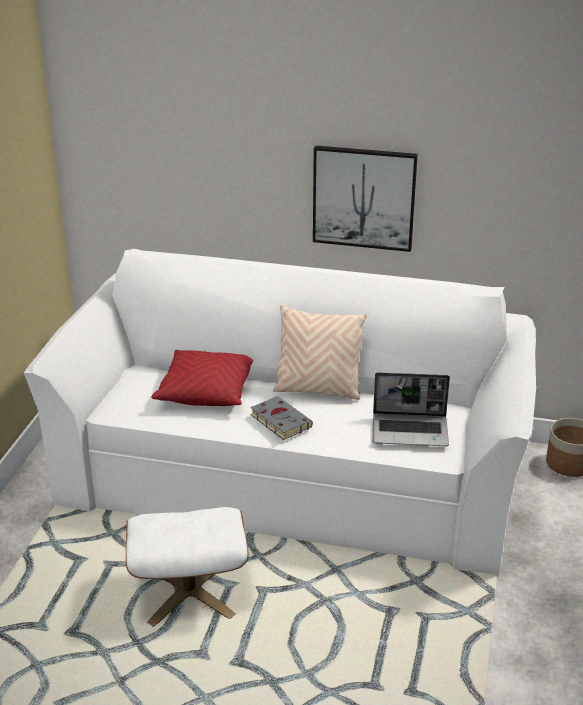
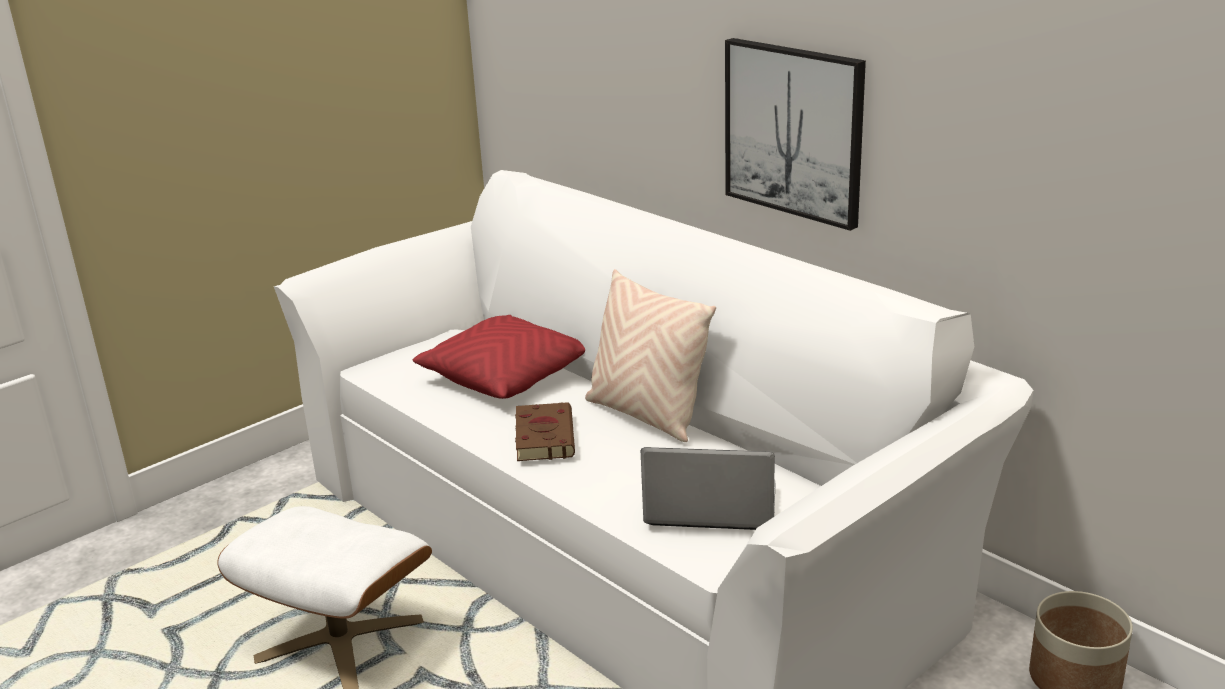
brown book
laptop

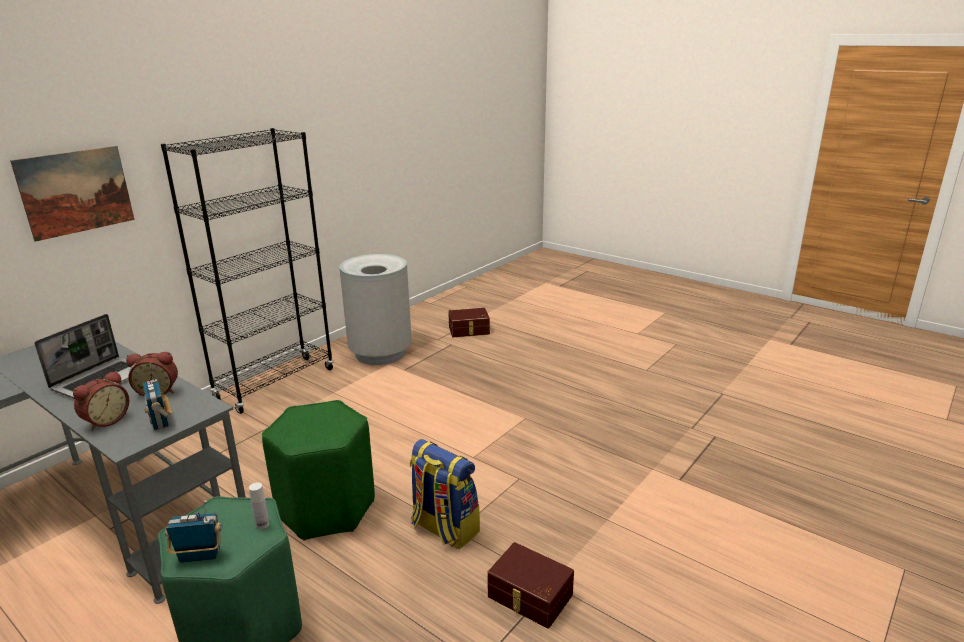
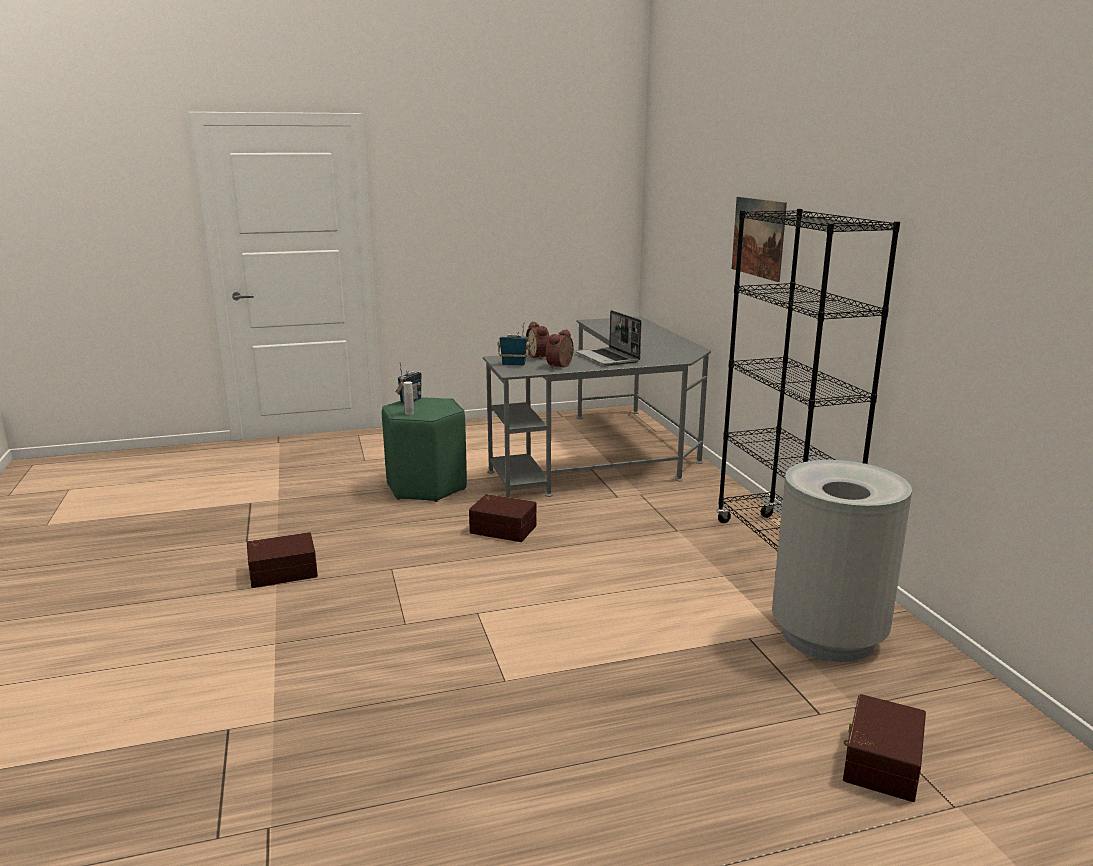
brown storage box (2nd from left)
backpack

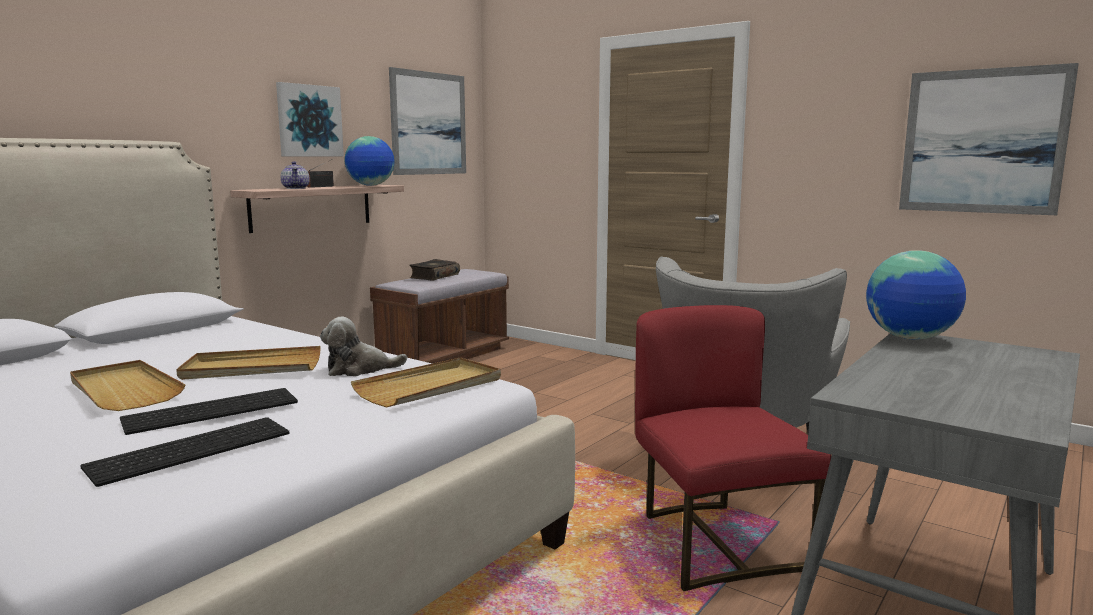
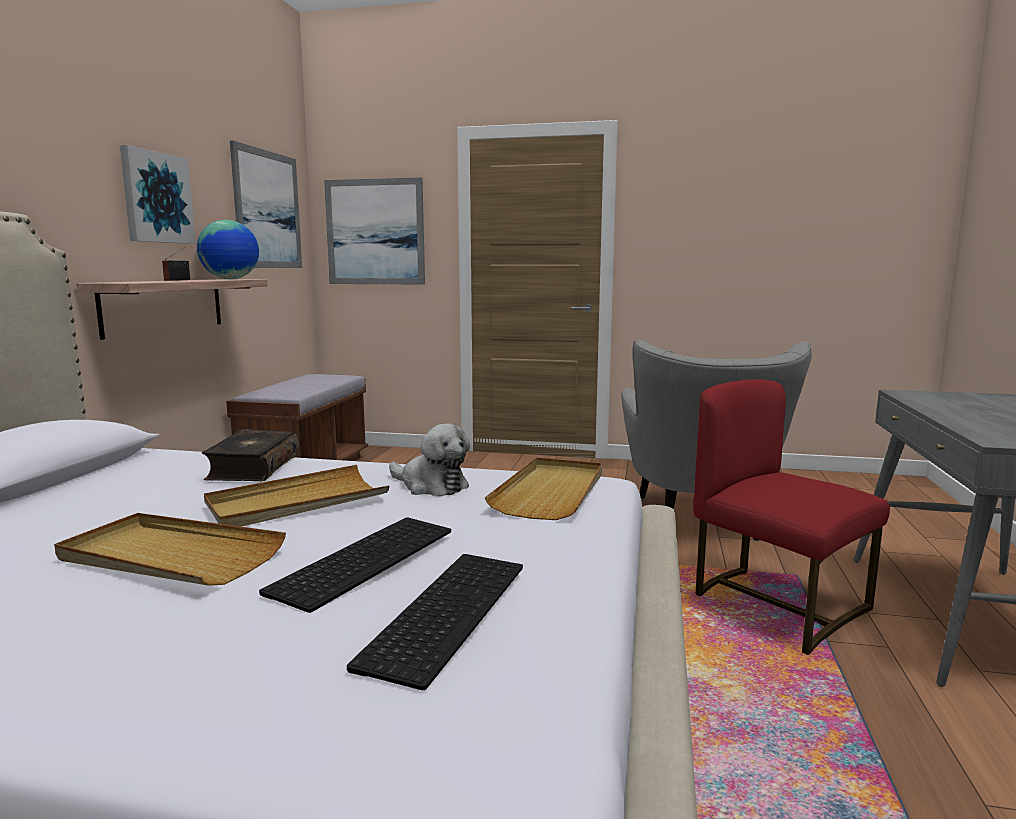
teapot
plush toy
book
globe (2nd from left in the first image)
picture (3rd from left)

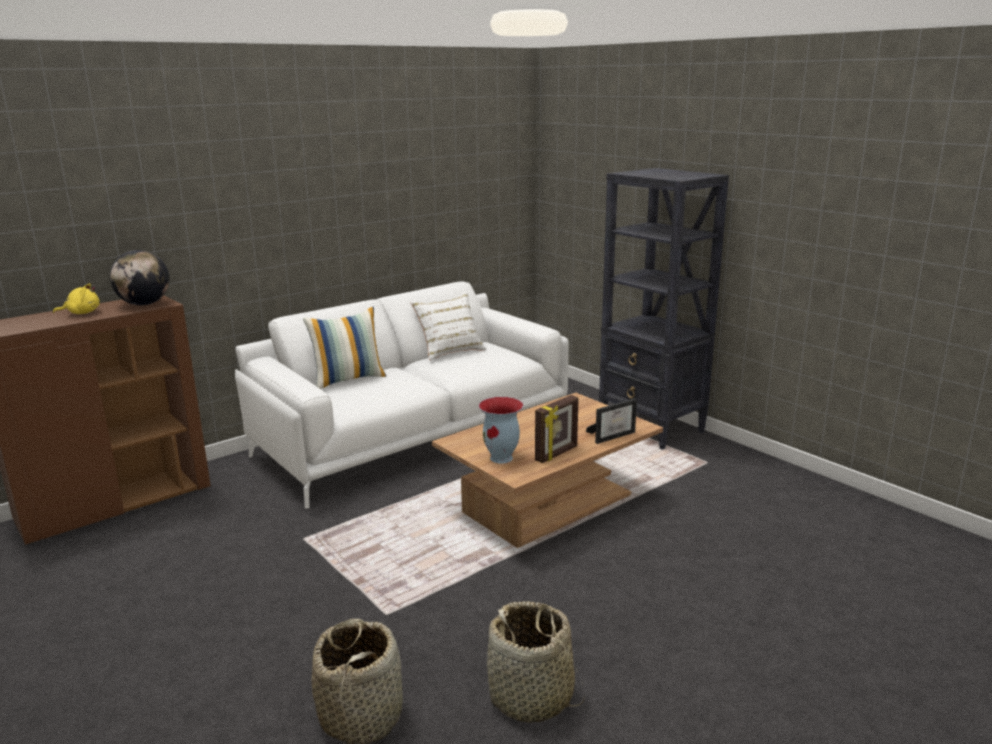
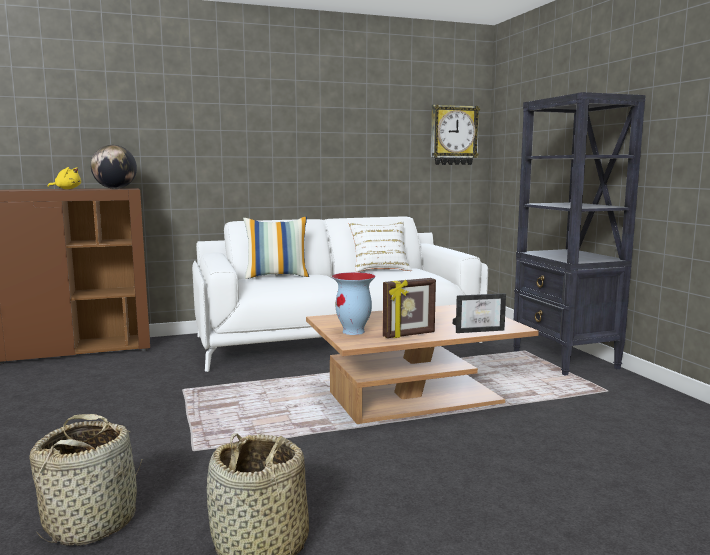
wall clock

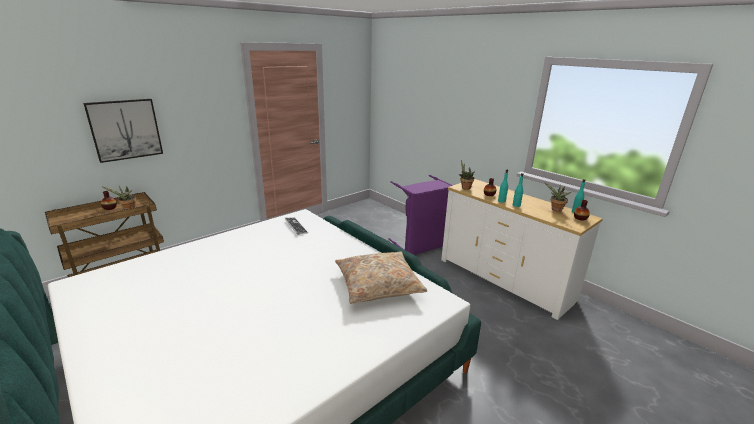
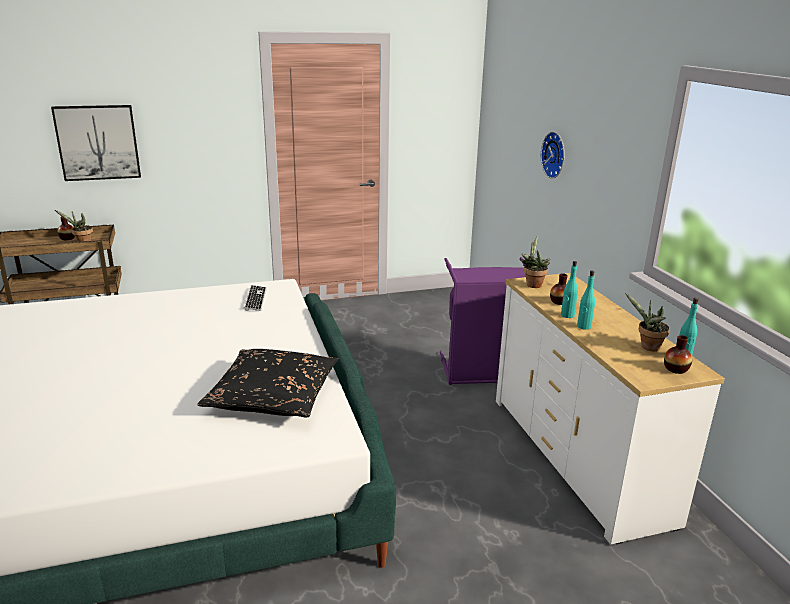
black pillow
wall clock

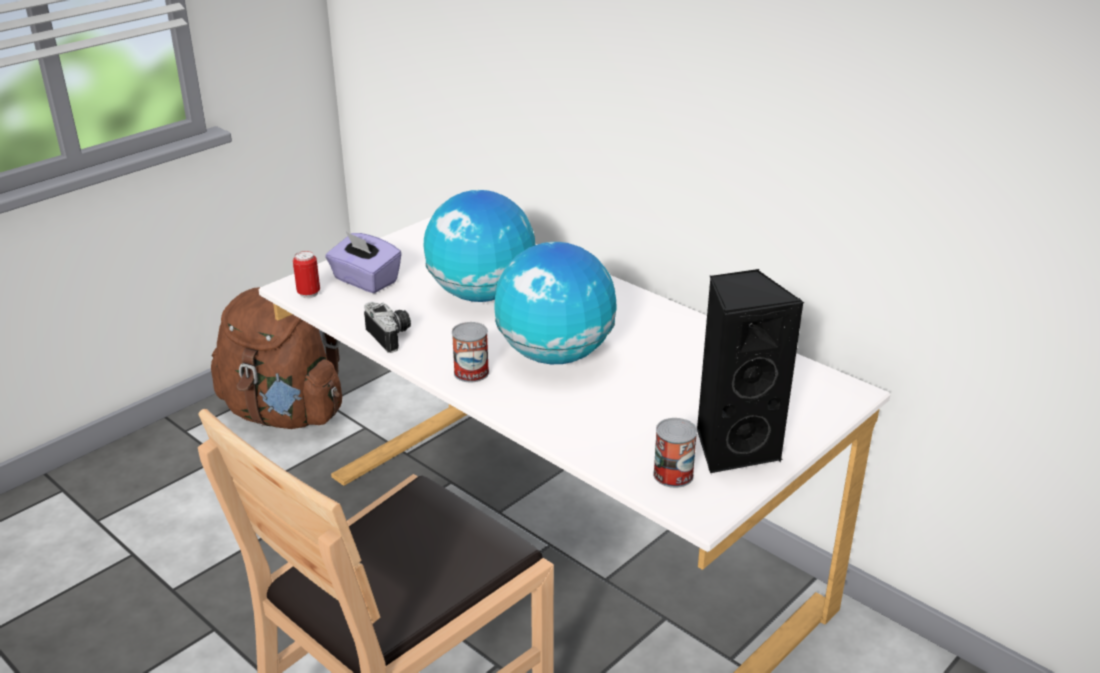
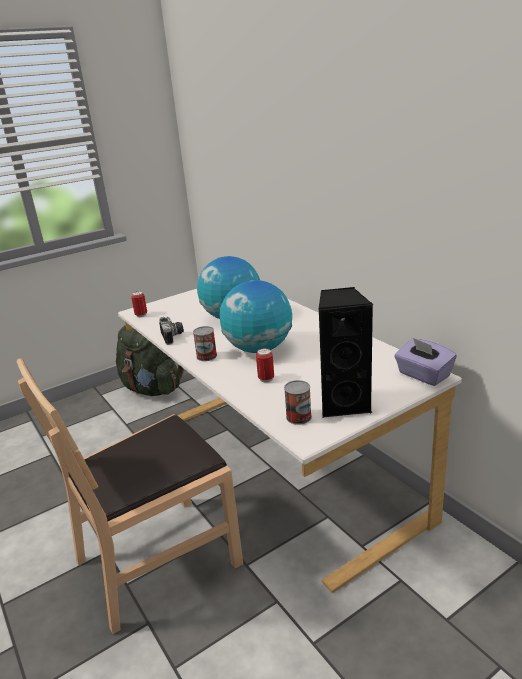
green backpack
purple tissue box
can (3rd from left)

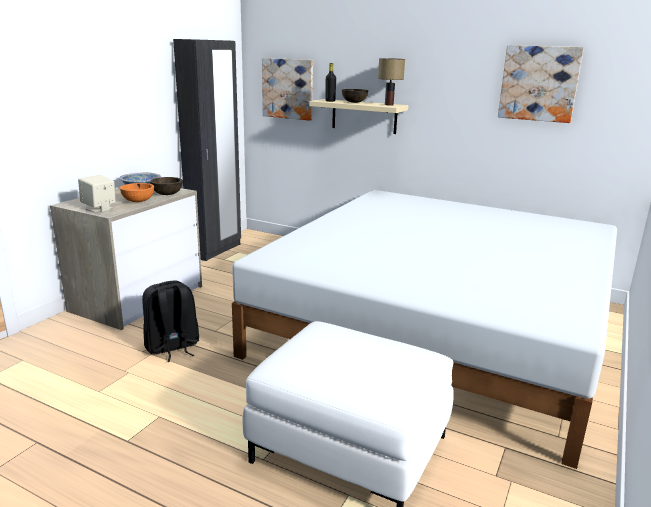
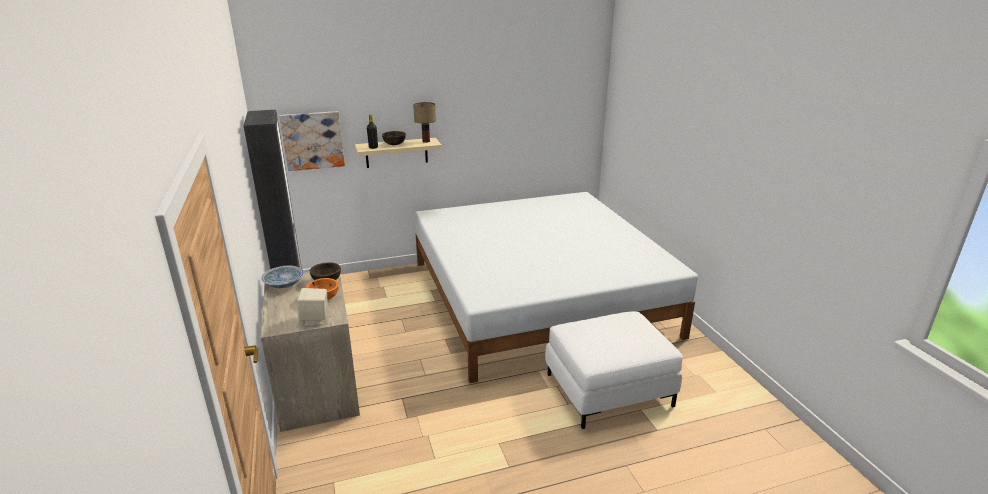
black backpack
picture (2nd from left in the first image)

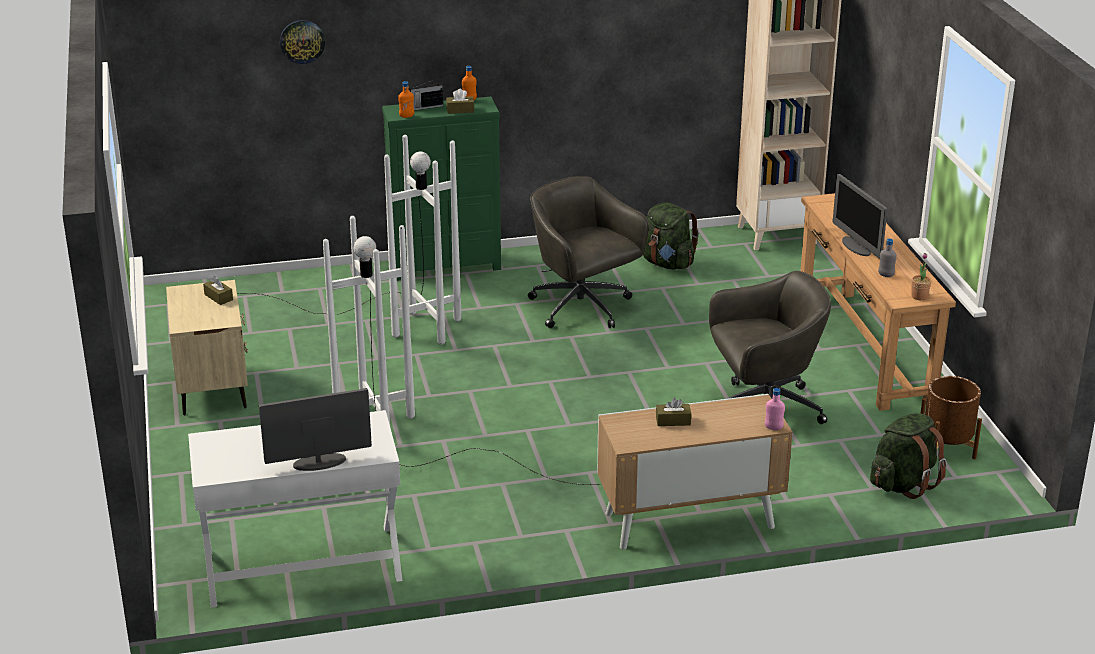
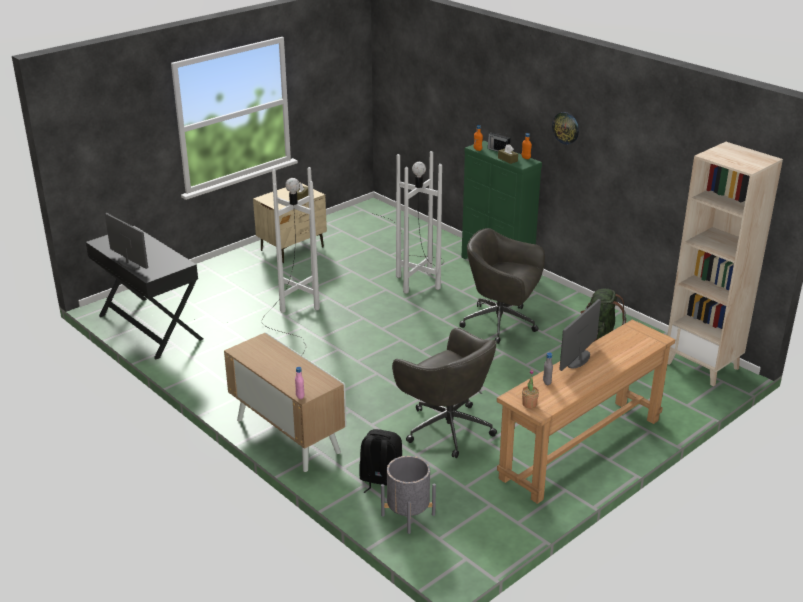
black desk
wall clock
grey office chair (2nd from left)
brown tissue box (3rd from left in the first image)
grey planter
brown planter
black backpack

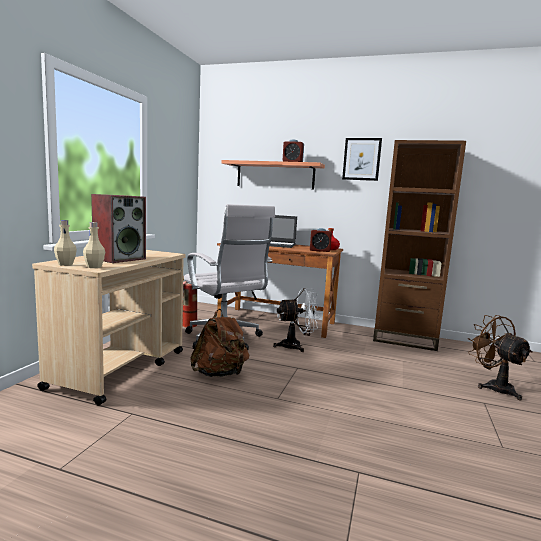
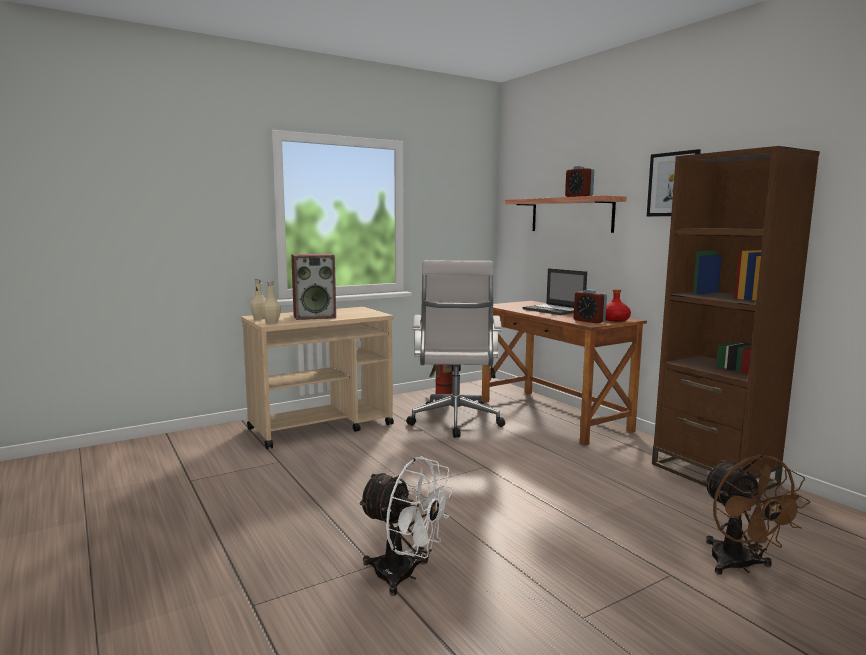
brown backpack
white fan
brown fan

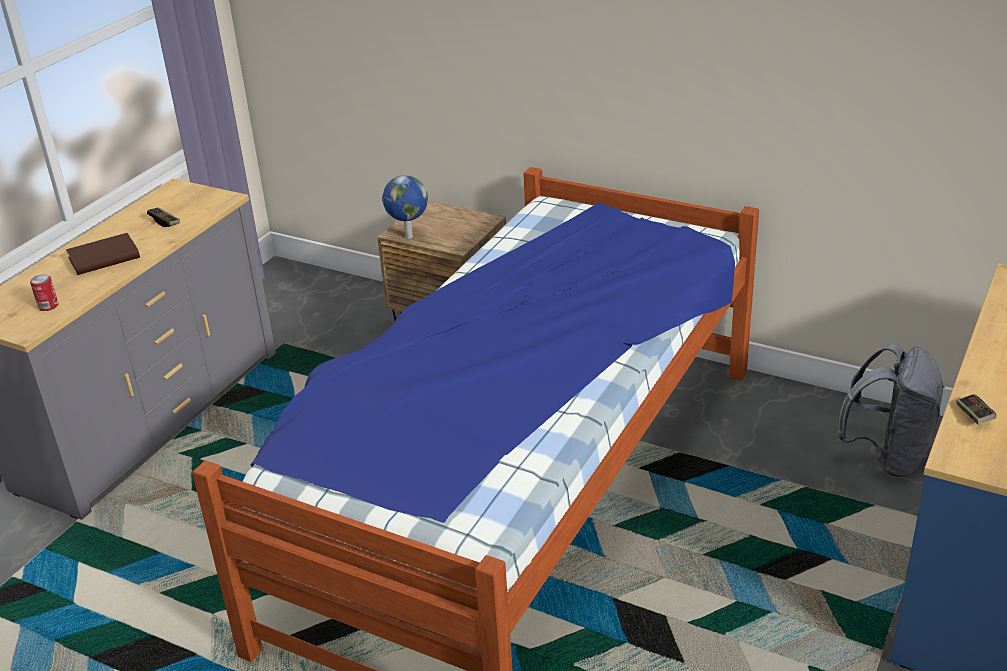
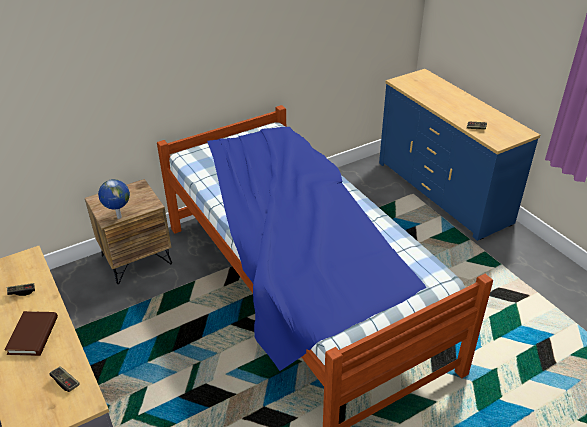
game controller (2nd from left)
grey backpack

